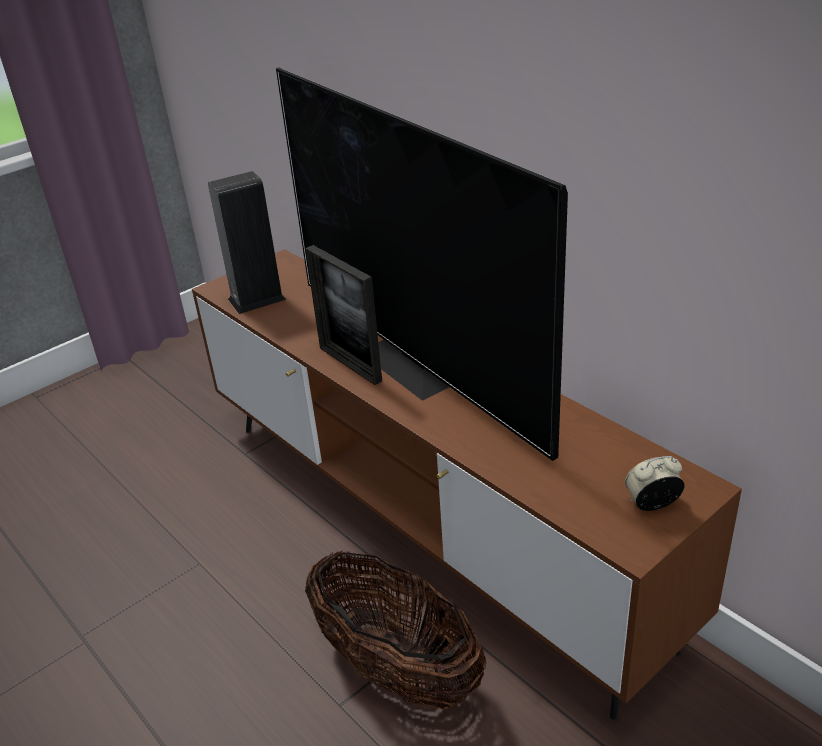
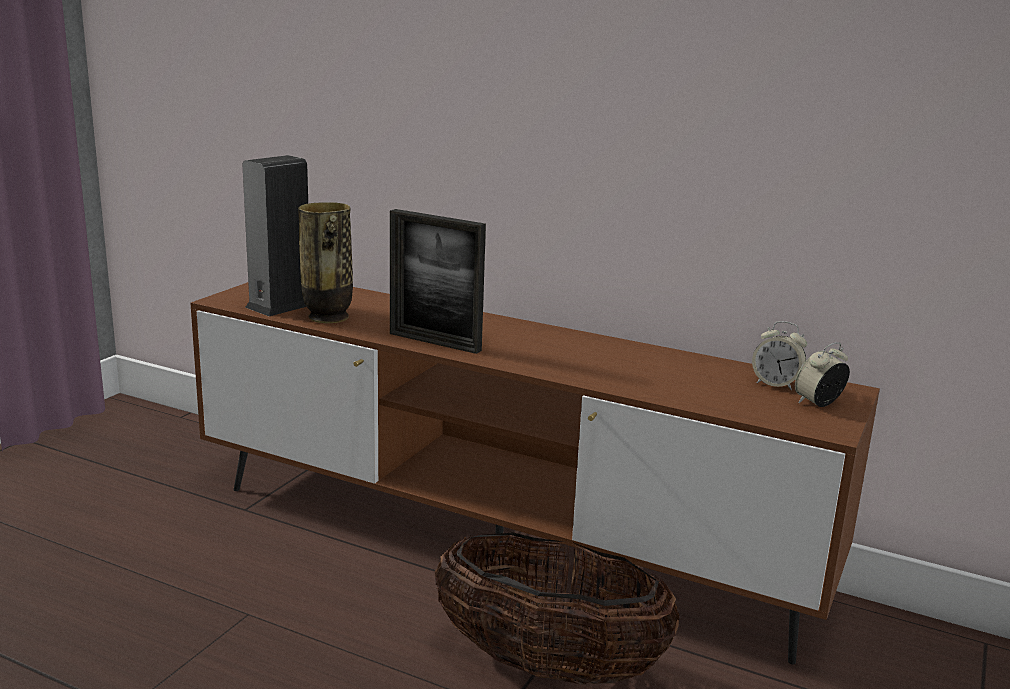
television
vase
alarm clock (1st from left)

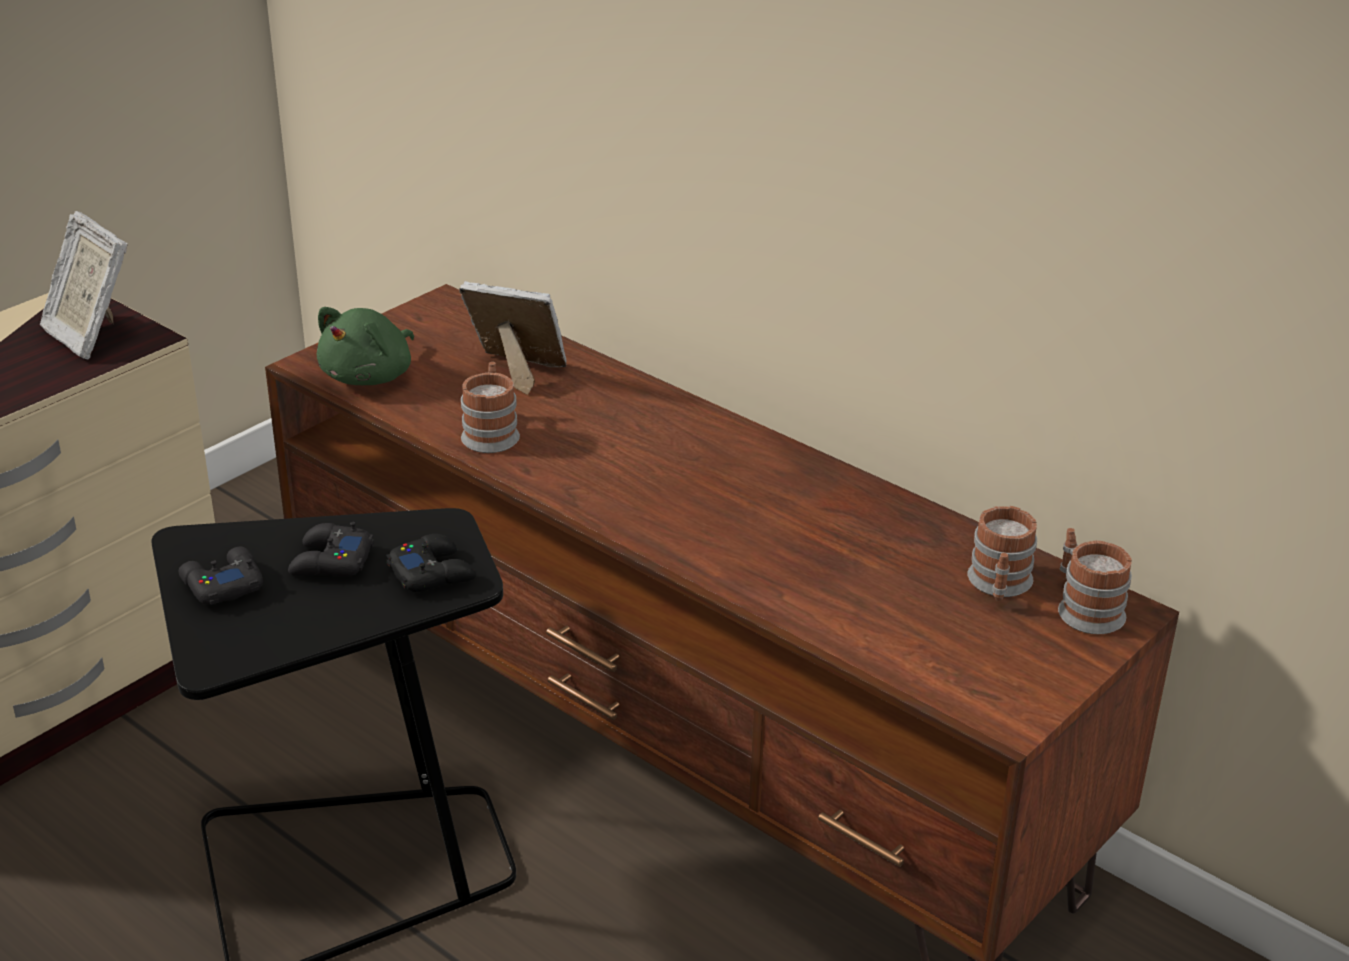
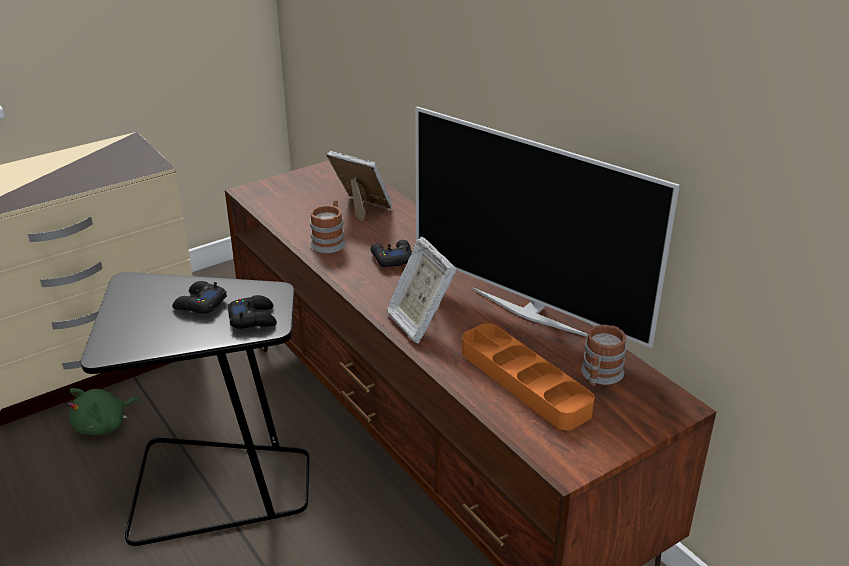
picture frame (2nd from left)
black game controller (3rd from left)
green plush toy
mug (3rd from left in the first image)
television
orange tray

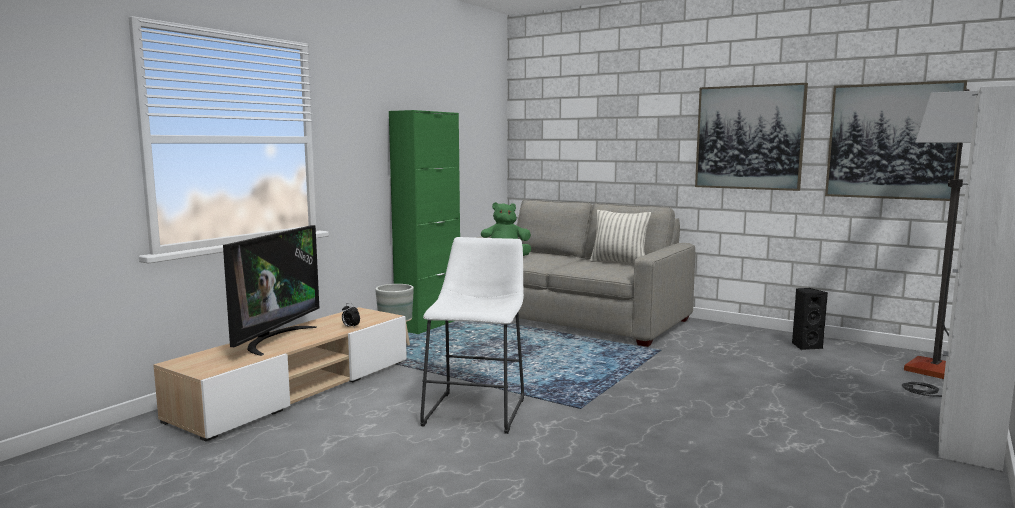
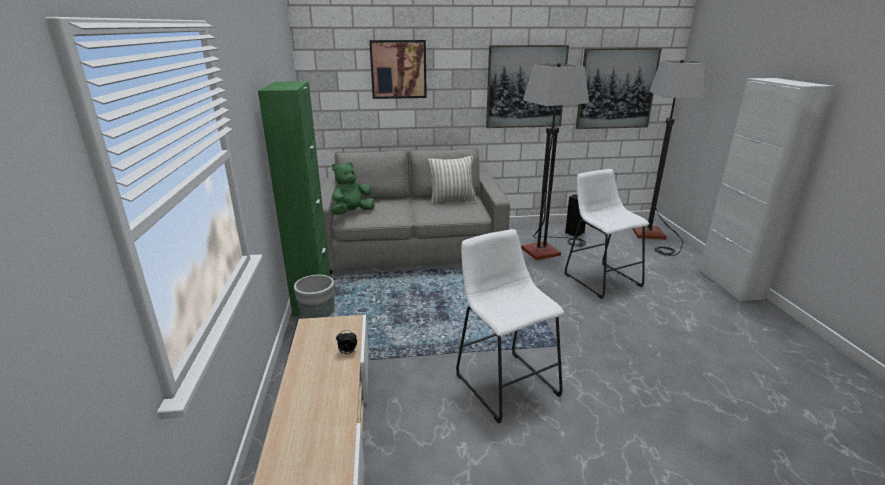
television
picture (1st from left)
floor lamp (1st from left)
white stool (2nd from left)

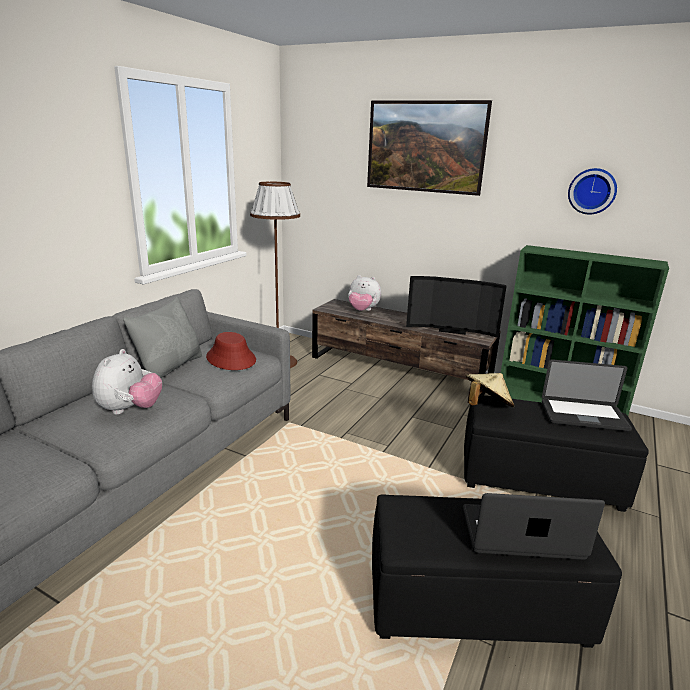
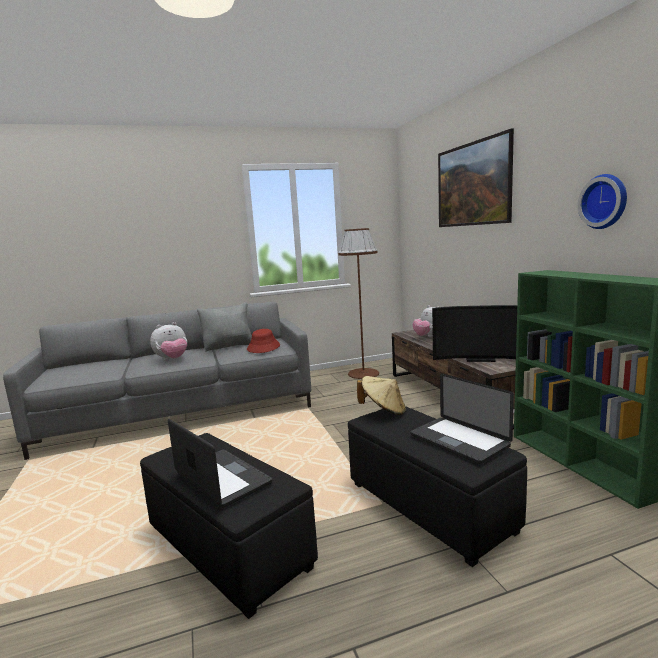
television

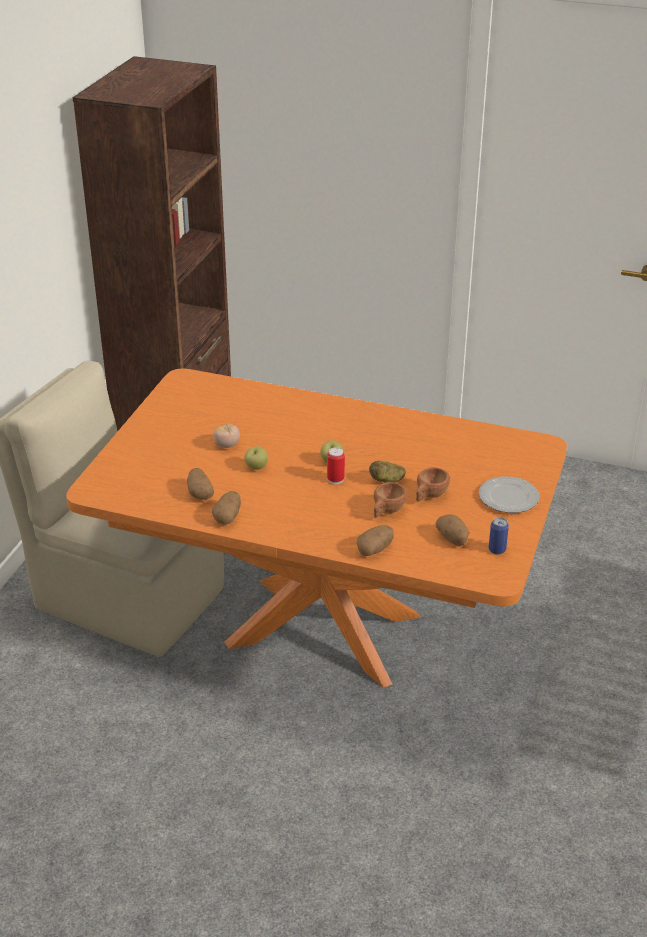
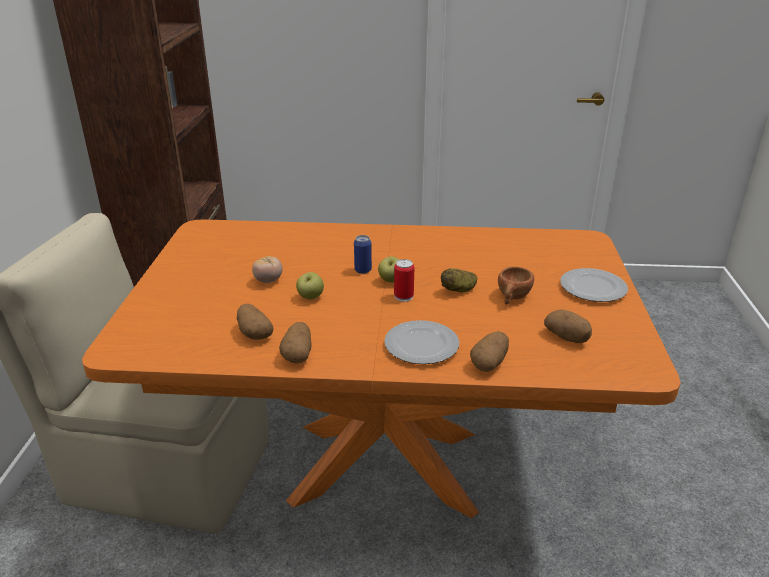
brown cup (1st from left in the first image)
can (1st from left)
plate (1st from left)

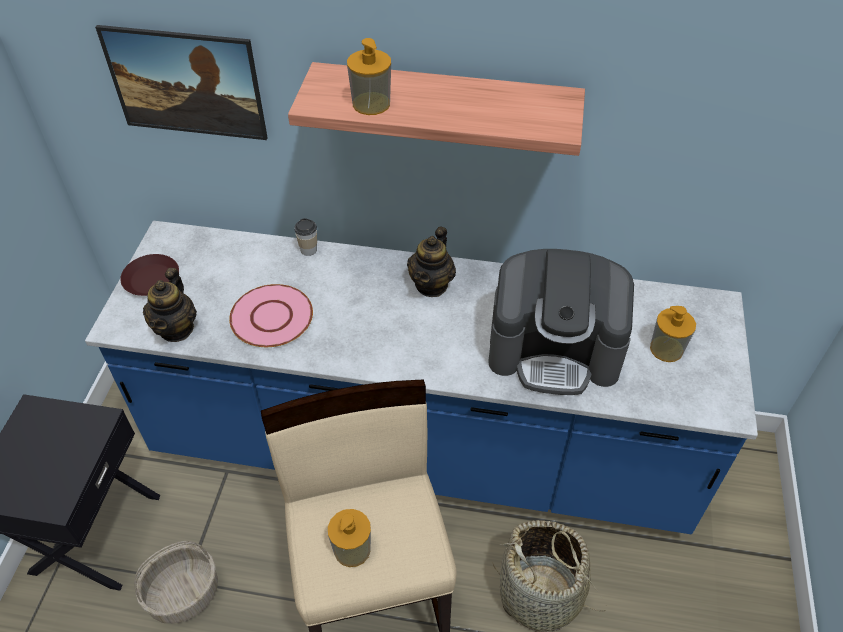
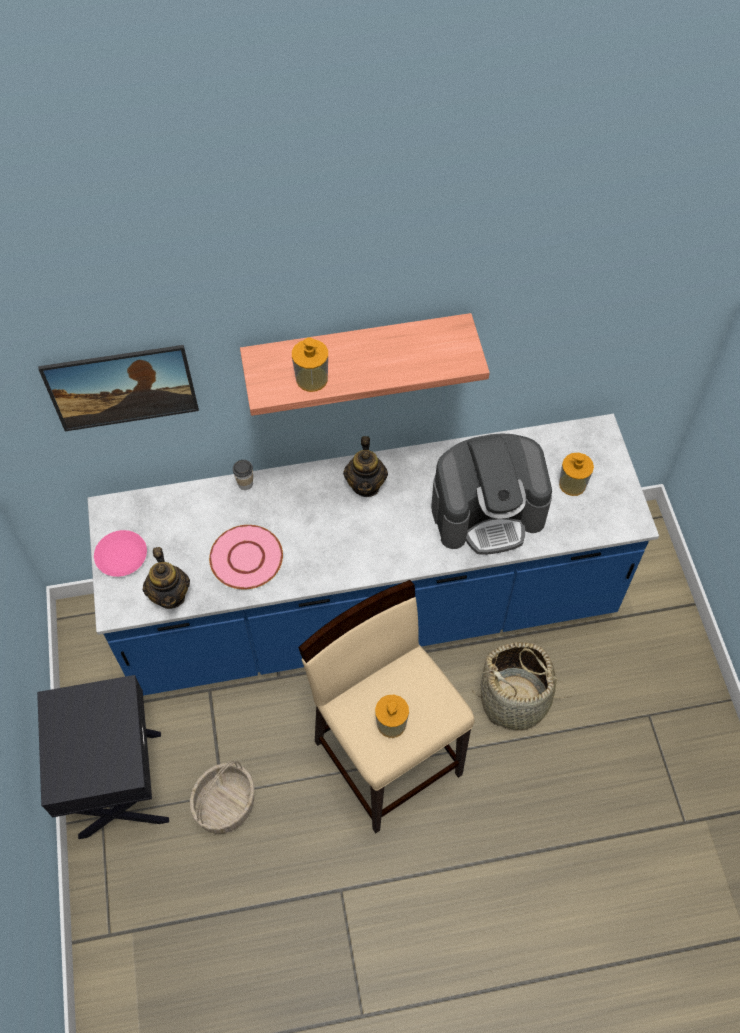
pink plate (1st from left)

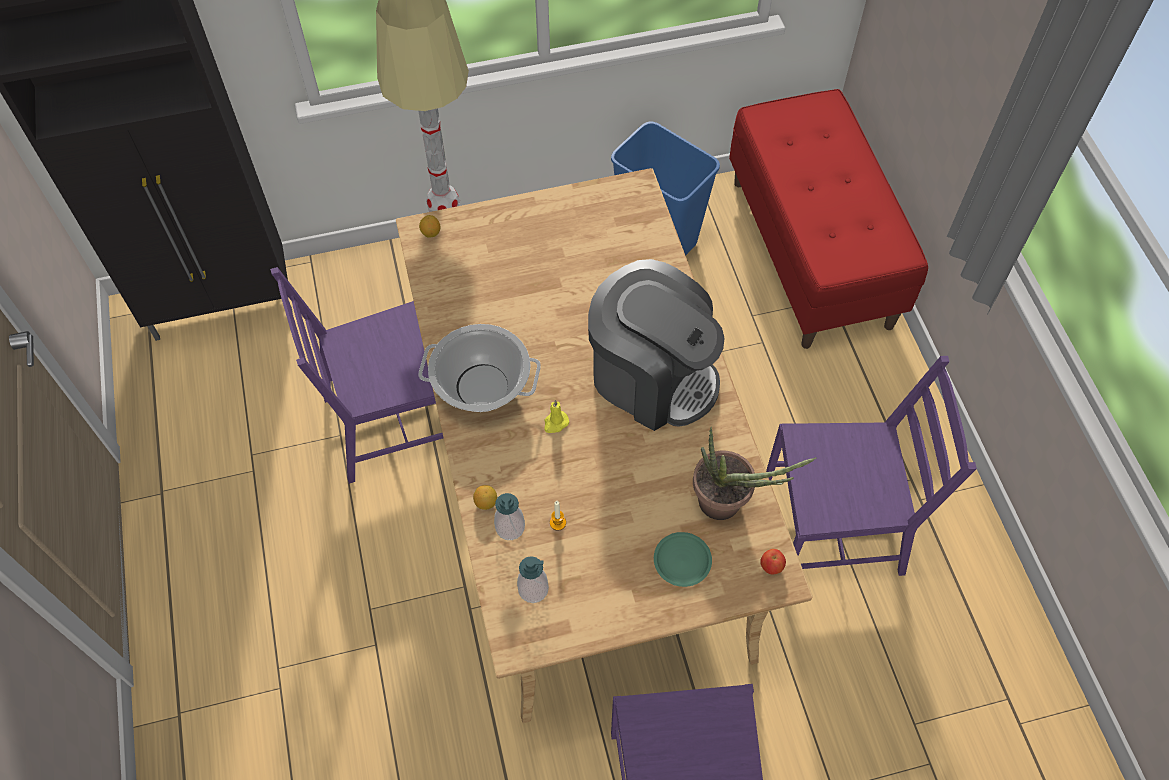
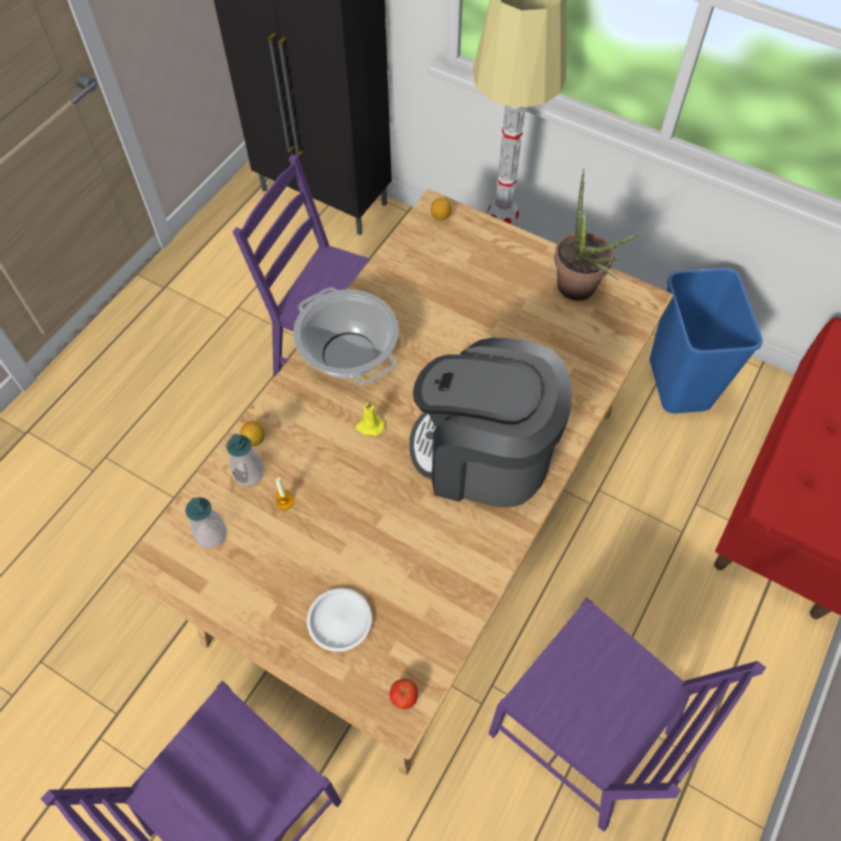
coffee machine
white plate
potted plant

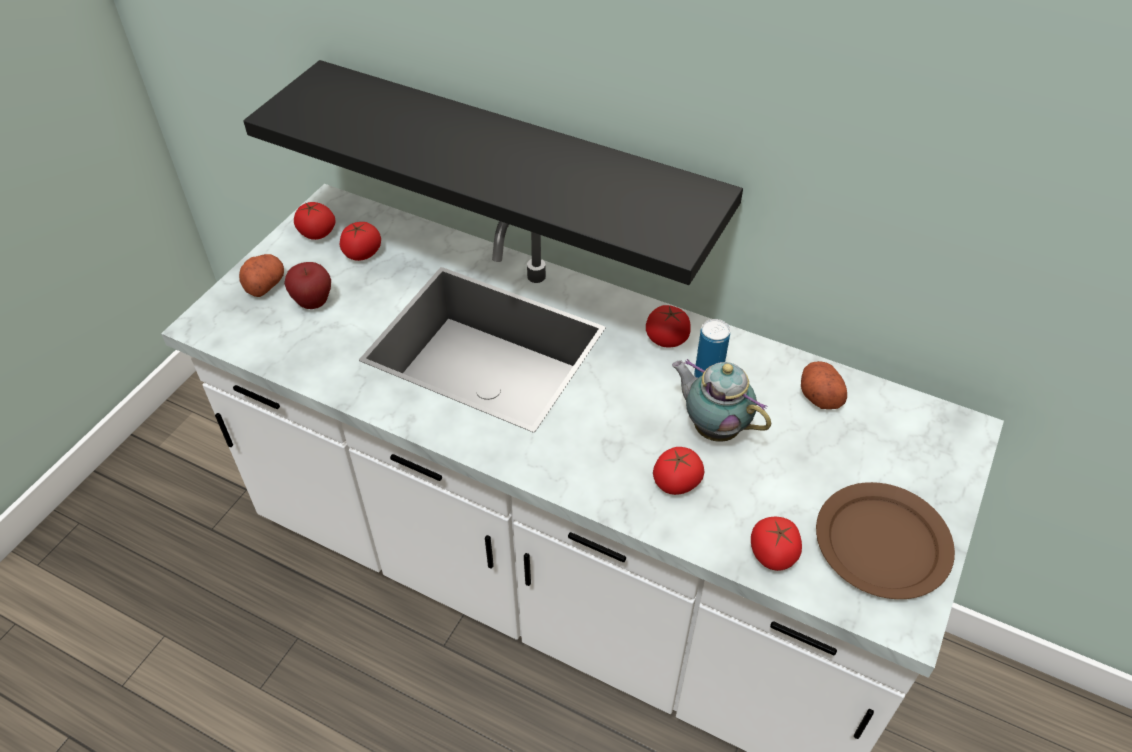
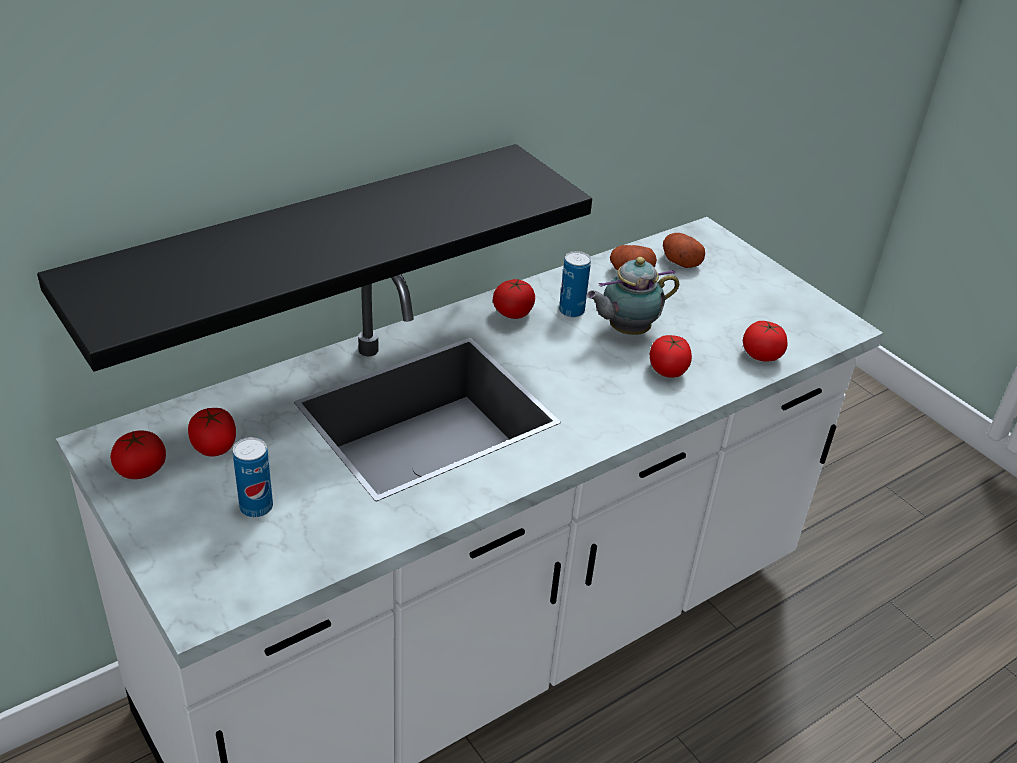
potato (2nd from left)
can (1st from left)
brown plate

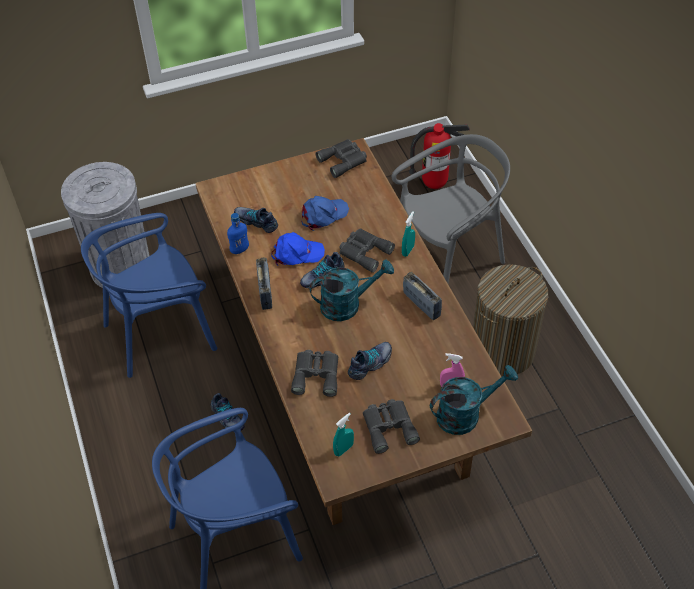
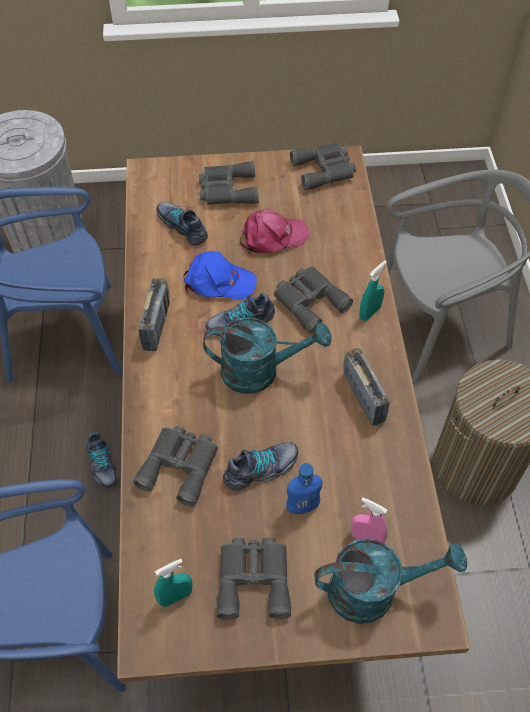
blue bottle
pink cap
fire extinguisher
grey binoculars (2nd from left)

